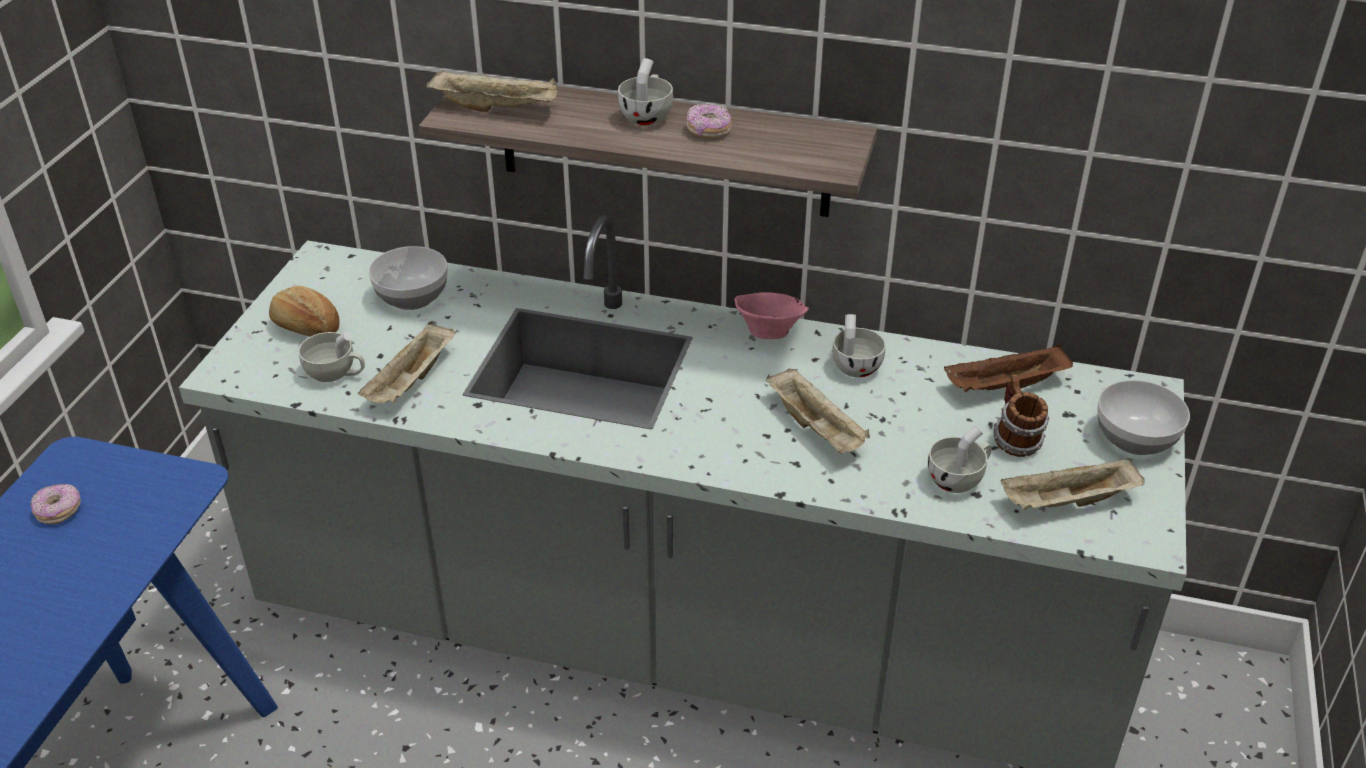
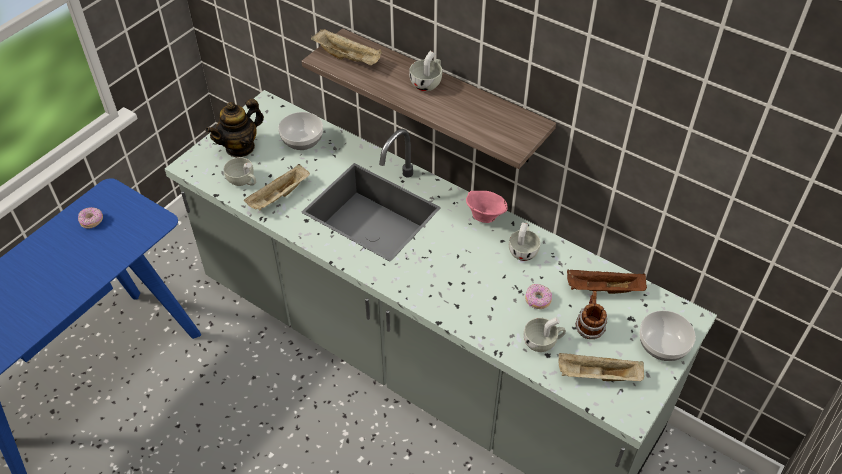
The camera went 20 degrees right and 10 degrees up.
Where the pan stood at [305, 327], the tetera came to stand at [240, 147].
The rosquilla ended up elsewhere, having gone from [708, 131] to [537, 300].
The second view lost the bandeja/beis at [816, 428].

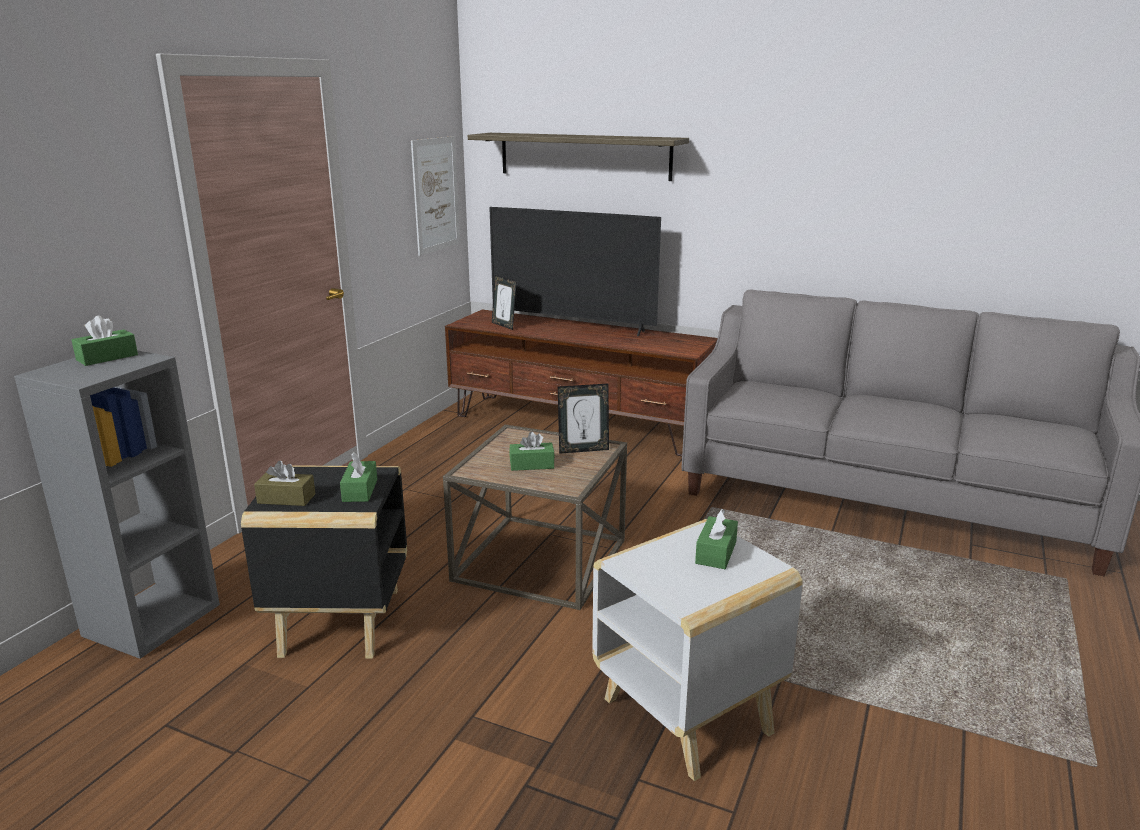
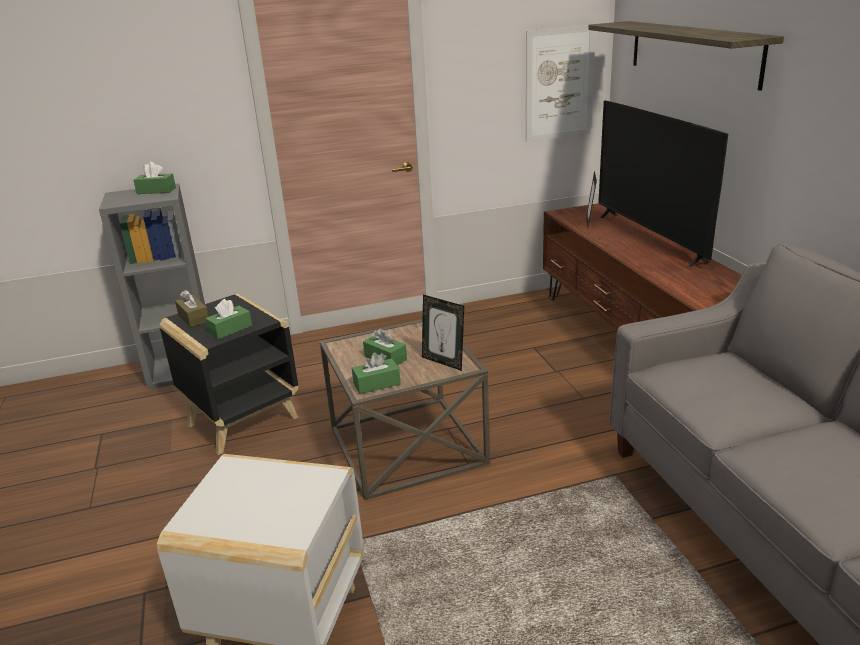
The camera went 50 degrees right and 5 degrees up.
The caja de pañuelos/verde ended up elsewhere, having gone from [716, 552] to [377, 384].

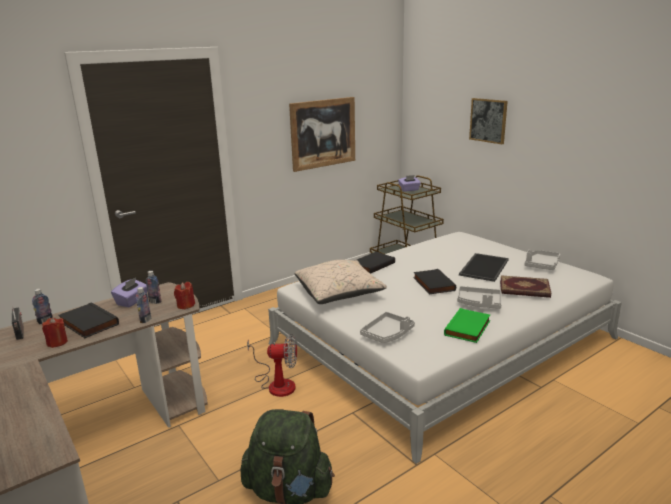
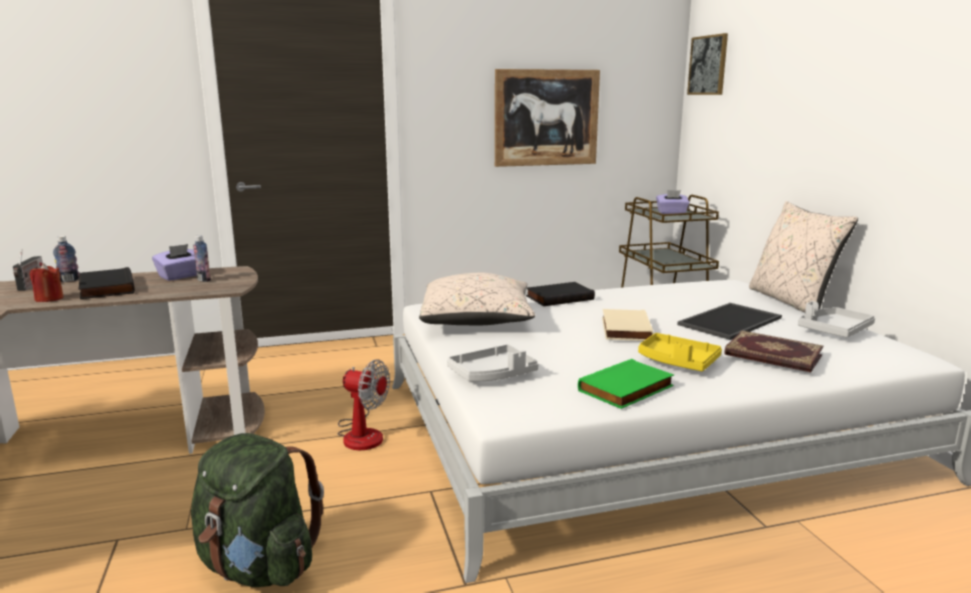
The camera went 20 degrees right and 5 degrees down.
What was the libro/negro at [432, 284] turned into the libro/beis at [624, 329].
What was the bandeja/gris at [479, 303] turned into the bandeja/amarillo at [677, 362].
The cuadro ended up elsewhere, having gone from [488, 120] to [708, 65].
The second view gained the cojín/beis at [791, 301].
The second view lost the botella at [145, 320].
The second view lost the vela/rojo at [186, 305].

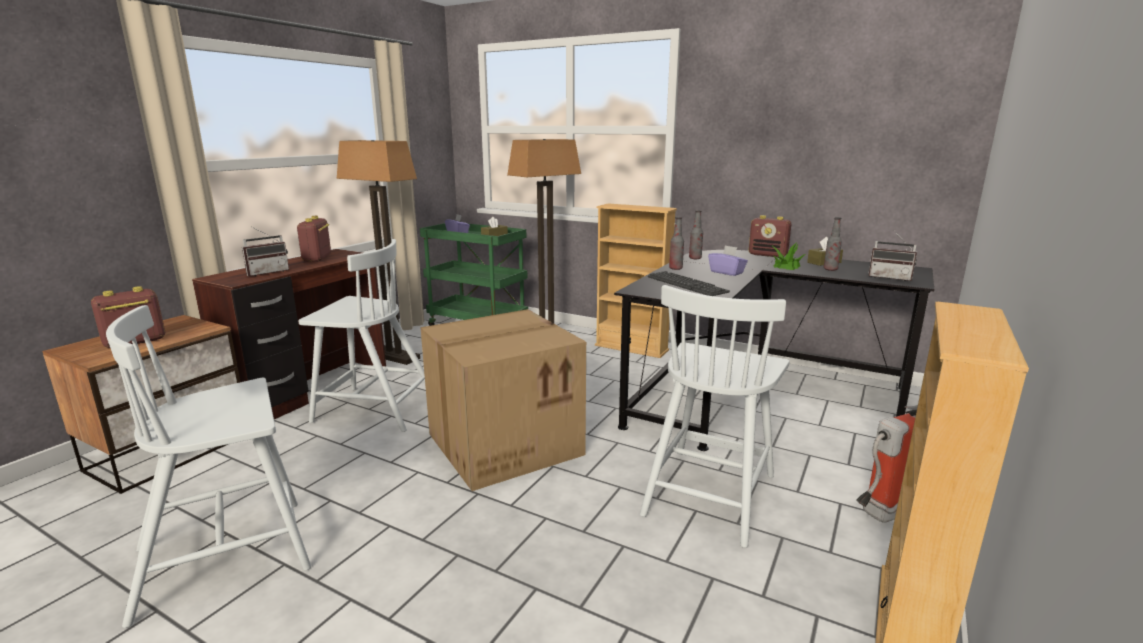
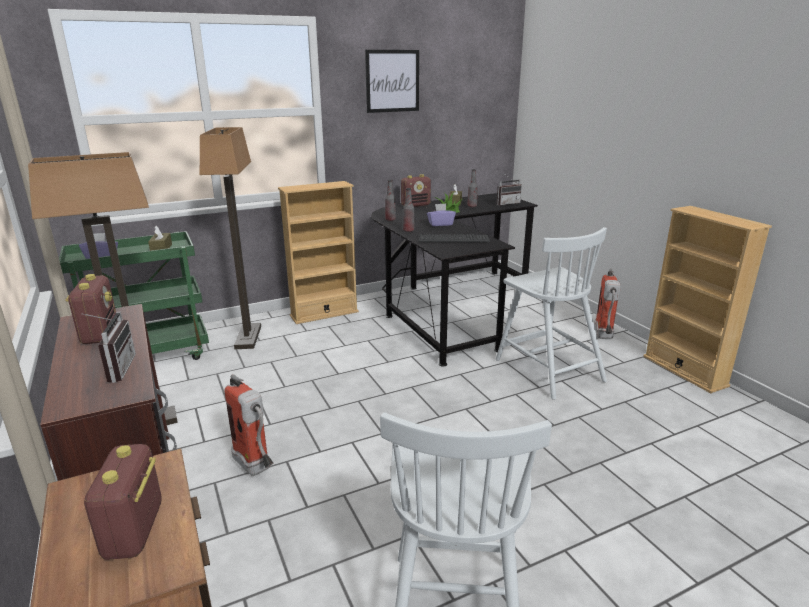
The camera went 55 degrees left and 5 degrees up.
The radio at [317, 259] ended up facing another way, 135 degrees counterclockwise from before.
Where the silla/blanco stood at [374, 409], the extintor came to stand at [256, 468].
The second view gained the cuadro at [392, 81].
The second view lost the caja de cartón at [505, 443].

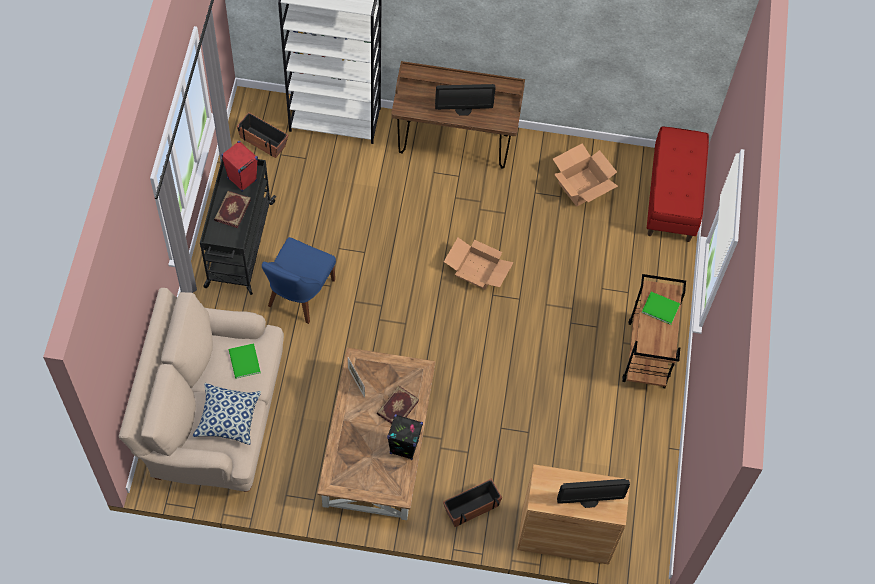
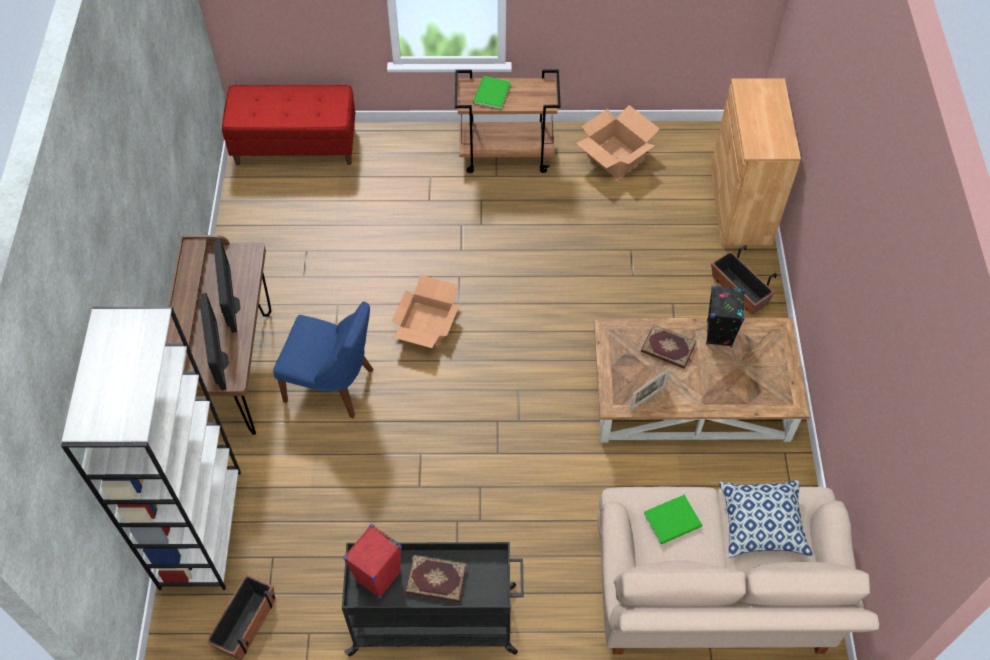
The camera went 95 degrees left and 5 degrees down.
The monitor ended up elsewhere, having gone from [589, 500] to [218, 361].
The silla/azul ended up elsewhere, having gone from [299, 295] to [333, 386].
The caja de cartón ended up elsewhere, having gone from [581, 186] to [615, 157].

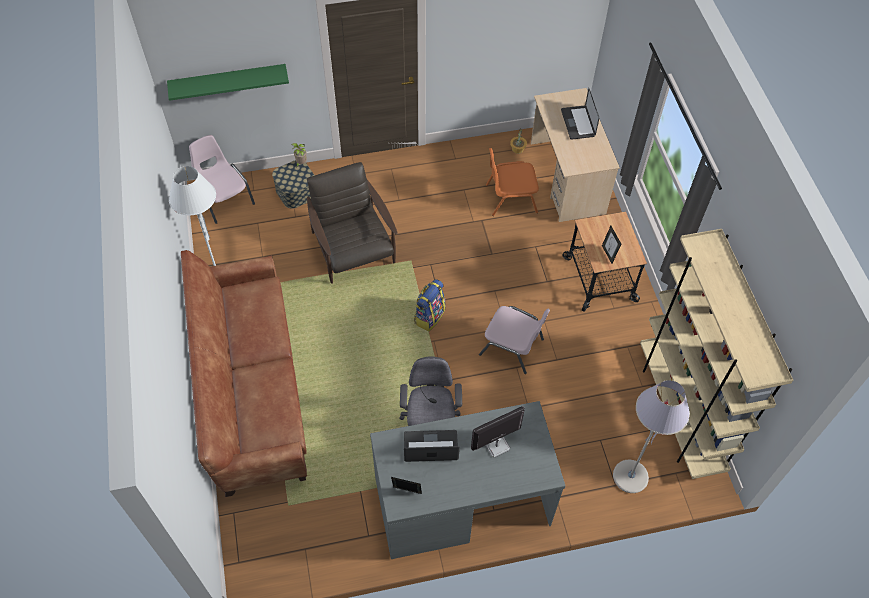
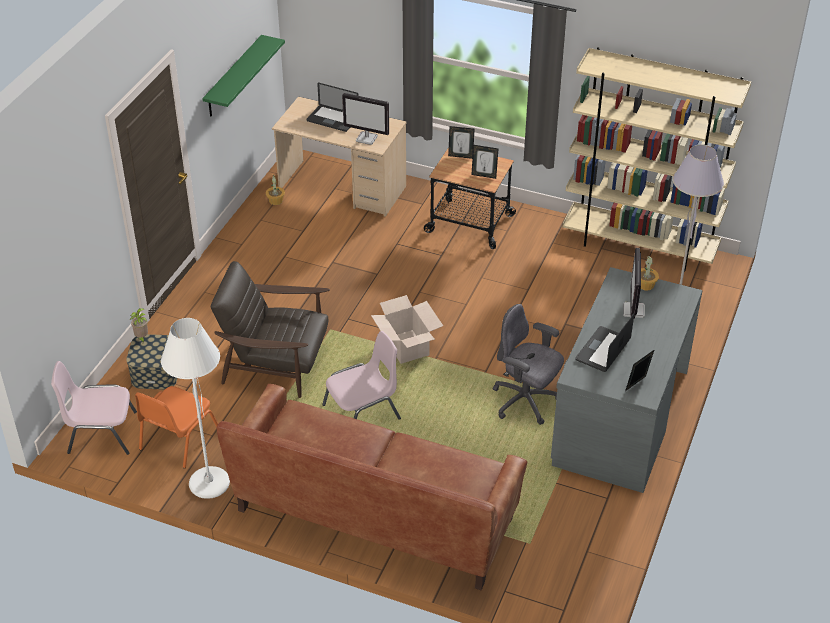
The camera went 55 degrees left and 15 degrees down.
The silla/naranja ended up elsewhere, having gone from [510, 198] to [178, 439].
The estante/verde ended up elsewhere, having gone from [228, 81] to [233, 77].
The silla/rosa ended up elsewhere, having gone from [512, 347] to [363, 412].
The second view gained the monitor at [367, 138].
Where the mochila stood at [429, 316], the caja de cartón came to stand at [406, 347].
The second view gained the portarretratos at [460, 156].
The second view gained the planta en maceta at [645, 285].

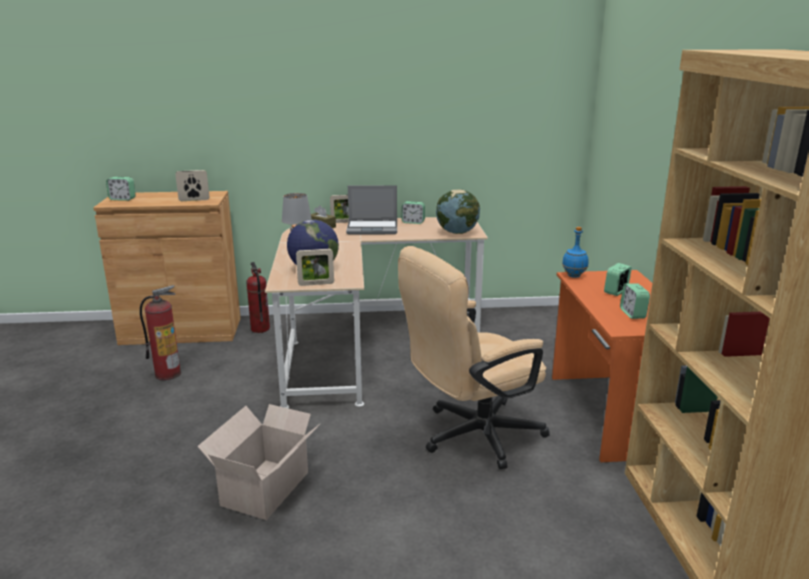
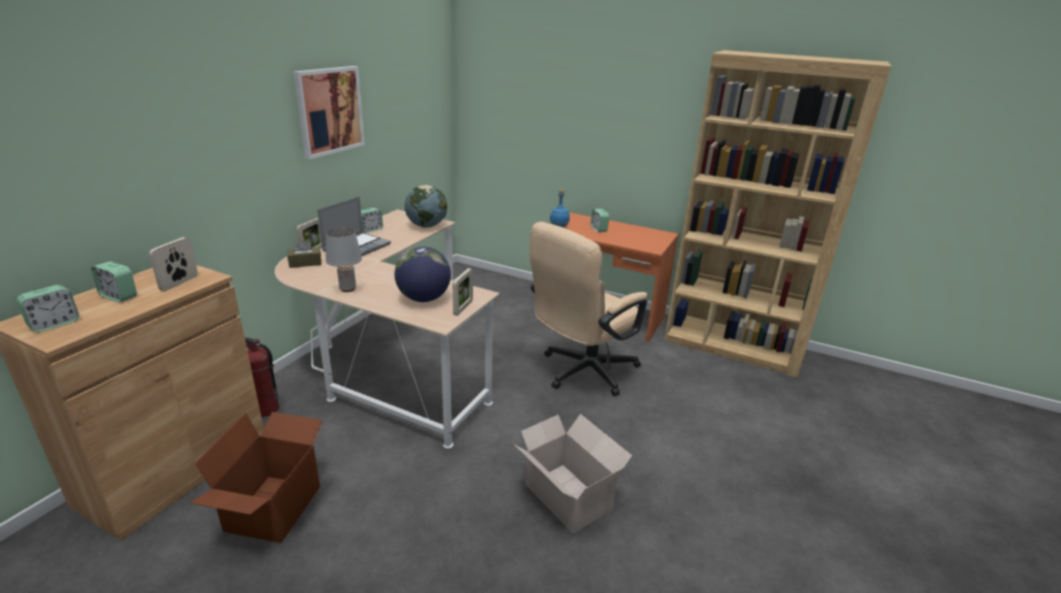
The camera went 60 degrees left and 5 degrees up.
The despertador ended up elsewhere, having gone from [632, 314] to [119, 296].
Where the extintor stood at [168, 373], the caja de cartón came to stand at [275, 509].
The second view gained the cuadro at [329, 111].
The silla de oficina/beis at [471, 436] ended up facing another way, 45 degrees clockwise from before.

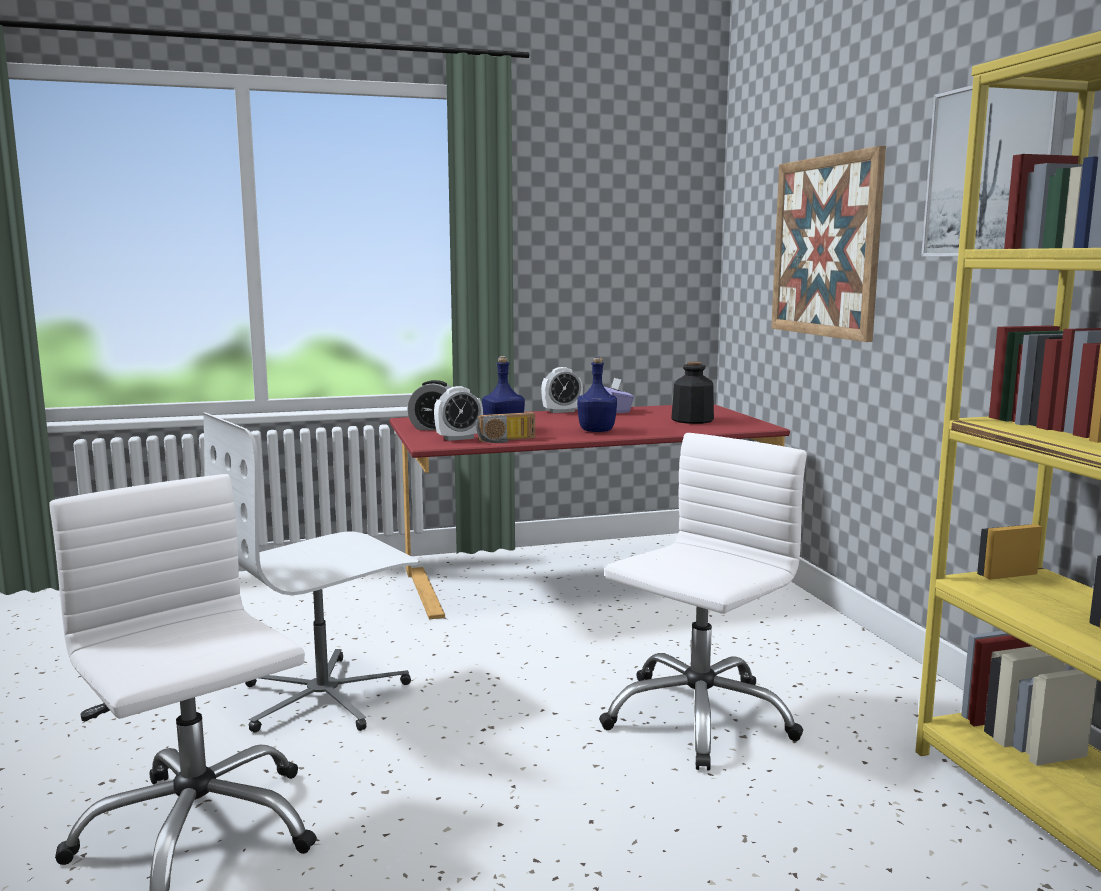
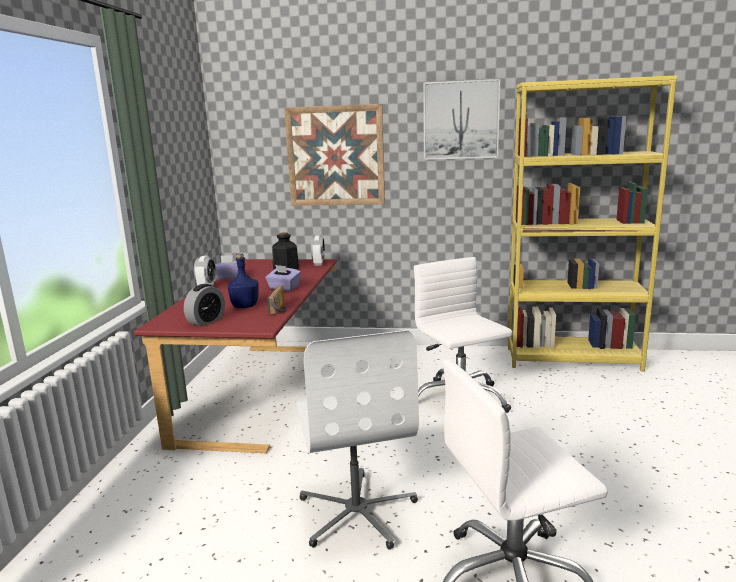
The camera went 65 degrees left and 5 degrees up.
Where the botella/azul stood at [597, 431], the caja de pañuelos/morado came to stand at [284, 288].
The despertador ended up elsewhere, having gone from [459, 438] to [318, 263].

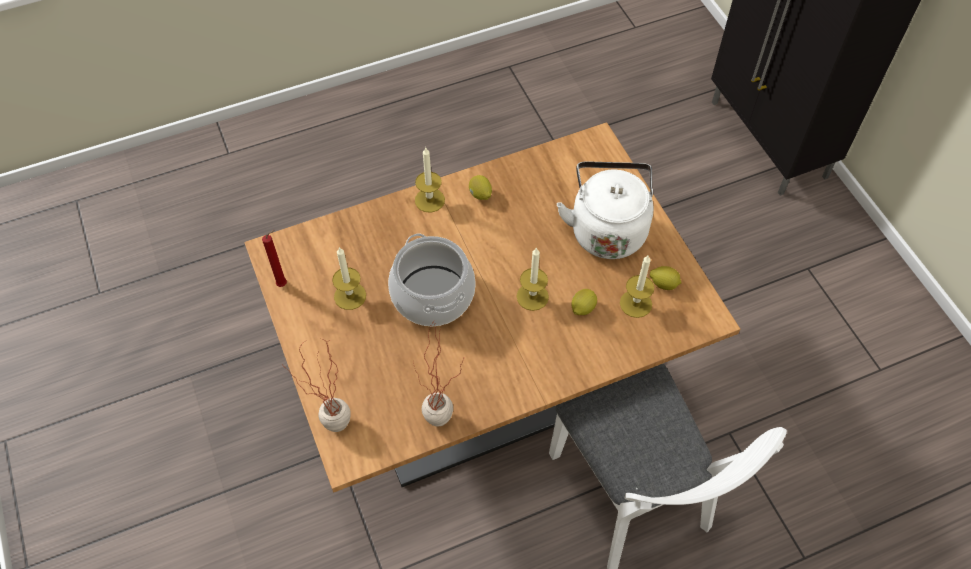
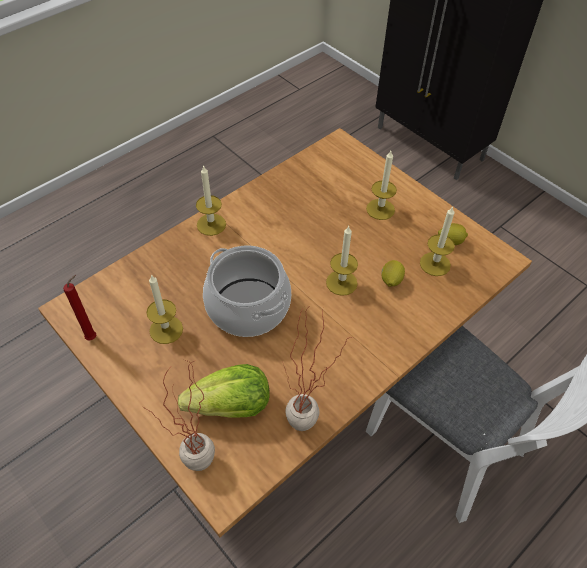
The camera went 20 degrees left and 5 degrees down.
The second view gained the lechuga at [231, 406].
Where the hervidor/blanco stood at [607, 229], the vela came to stand at [380, 209].
The second view lost the limón at [480, 195].

